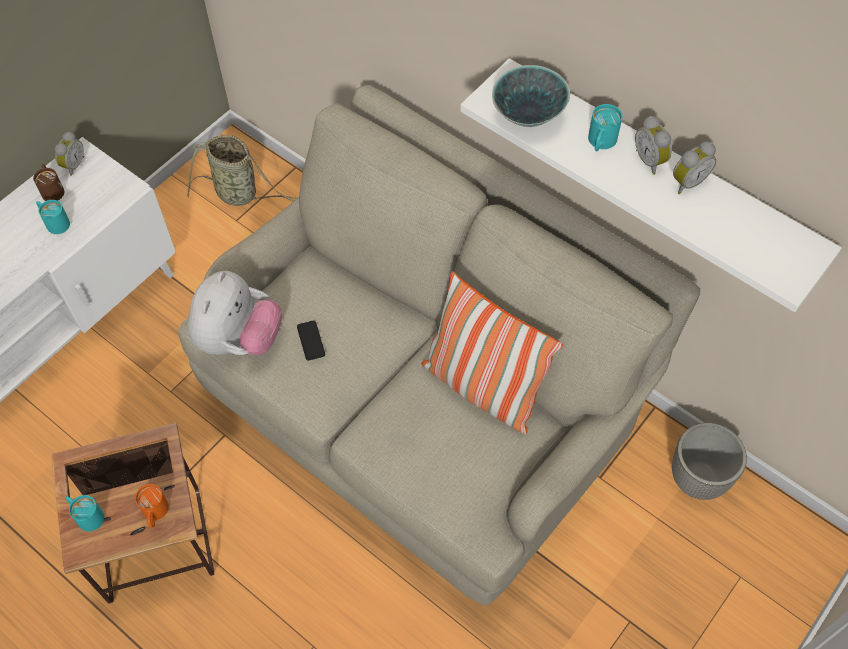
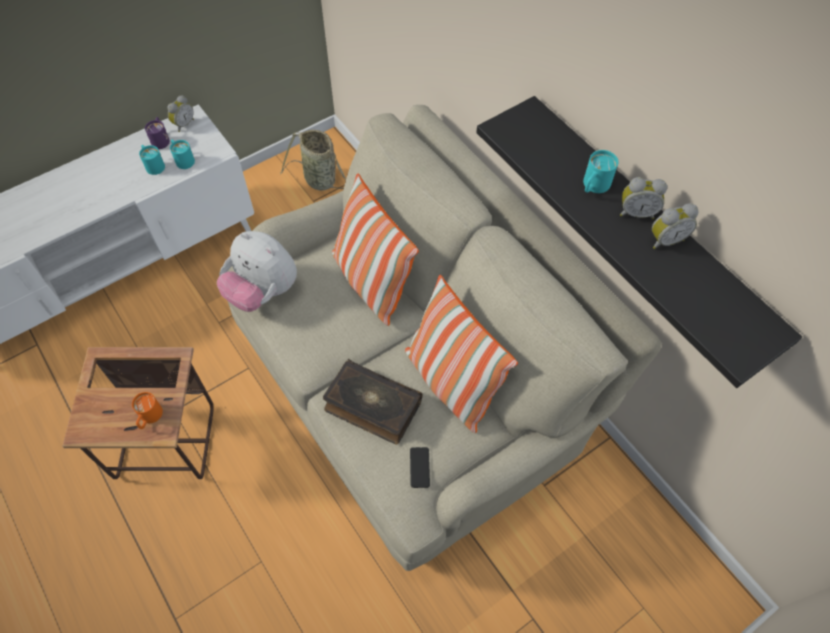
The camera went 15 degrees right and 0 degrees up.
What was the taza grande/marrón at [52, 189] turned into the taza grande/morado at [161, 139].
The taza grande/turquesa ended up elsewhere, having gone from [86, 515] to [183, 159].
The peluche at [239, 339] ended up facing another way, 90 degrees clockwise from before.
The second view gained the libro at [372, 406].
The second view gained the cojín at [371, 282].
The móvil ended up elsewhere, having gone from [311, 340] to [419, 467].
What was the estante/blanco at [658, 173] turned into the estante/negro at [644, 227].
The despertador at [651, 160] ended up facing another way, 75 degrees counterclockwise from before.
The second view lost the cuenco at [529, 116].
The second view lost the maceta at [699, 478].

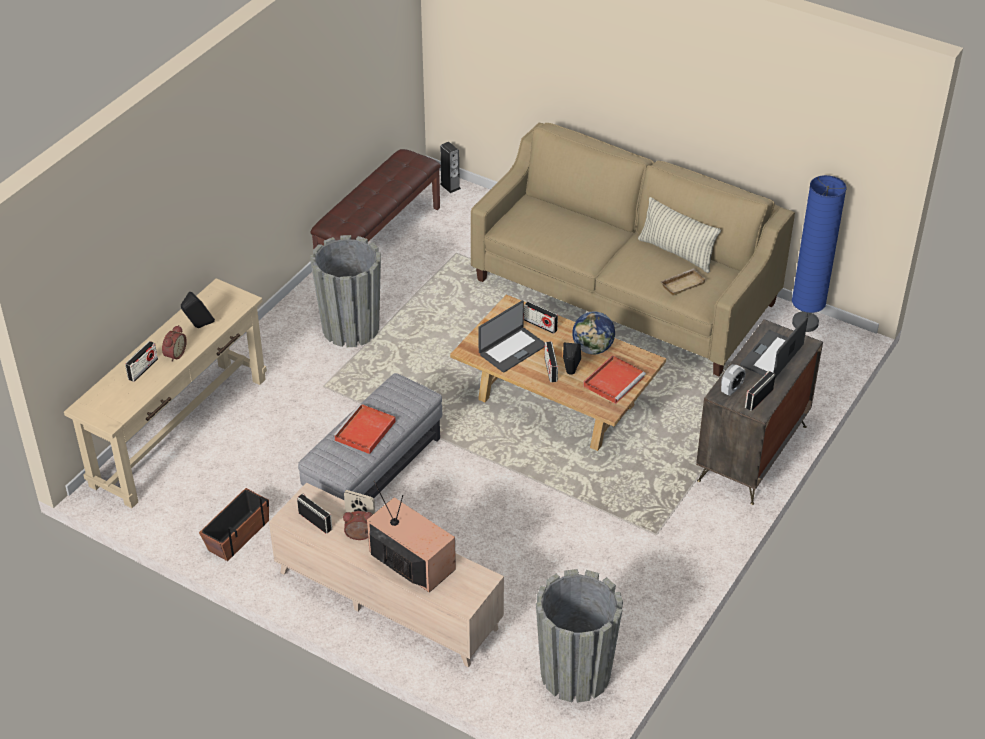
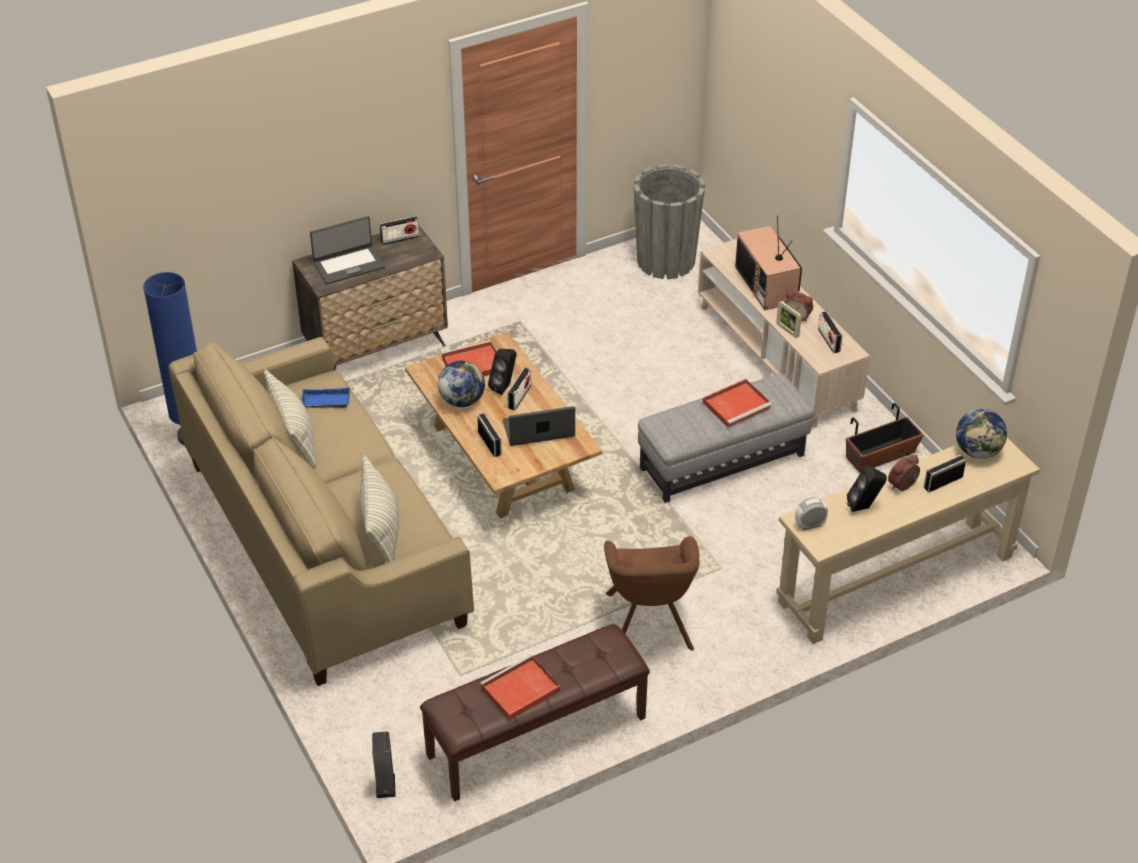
The camera went 150 degrees left and 0 degrees up.
What was the bandeja/beis at [682, 284] turned into the bandeja/azul at [325, 402].
The second view gained the cojín at [381, 531].
The second view gained the bandeja/rojo at [519, 690].
Where the maceta/gris stood at [351, 328], the sillón/marrón came to stand at [649, 625].
The despertador ended up elsewhere, having gone from [731, 389] to [810, 525].
The second view gained the globo terráqueo at [978, 451].

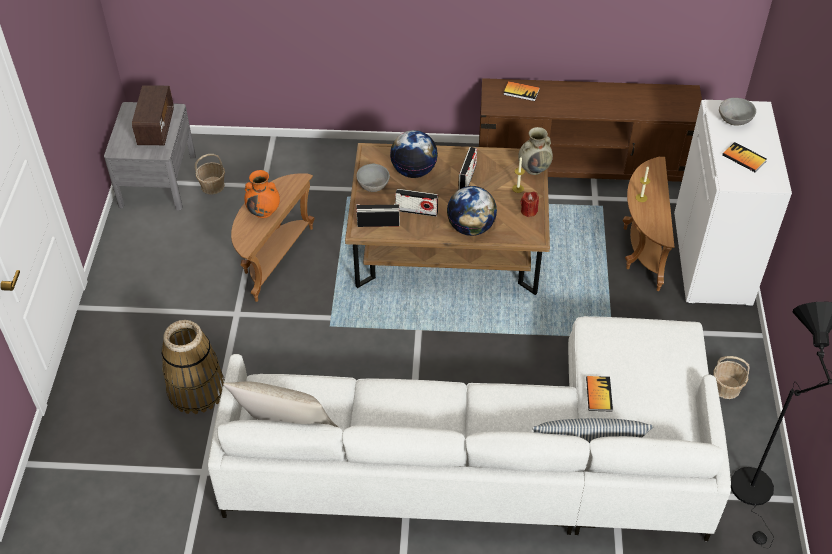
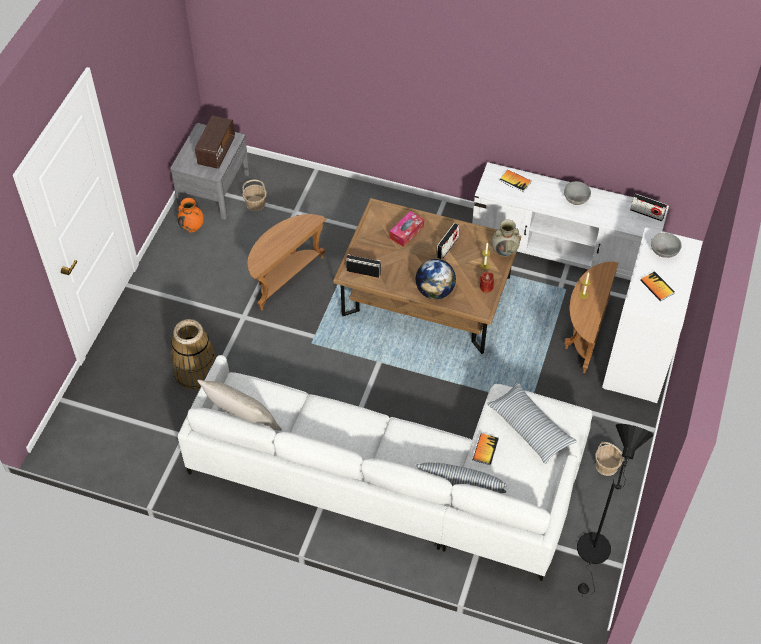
The camera went 15 degrees right and 5 degrees up.
The florero/naranja ended up elsewhere, having gone from [264, 211] to [192, 227].
Where the globo terráqueo stood at [414, 171], the caja de pañuelos came to stand at [406, 232].
What was the mueble de televisión/marrón at [582, 166] turned into the mueble de televisión/blanco at [563, 250].
The second view gained the cojín at [530, 427].
The cuenco/gris ended up elsewhere, having gone from [373, 186] to [576, 199].
The radio ended up elsewhere, having gone from [416, 211] to [646, 213].

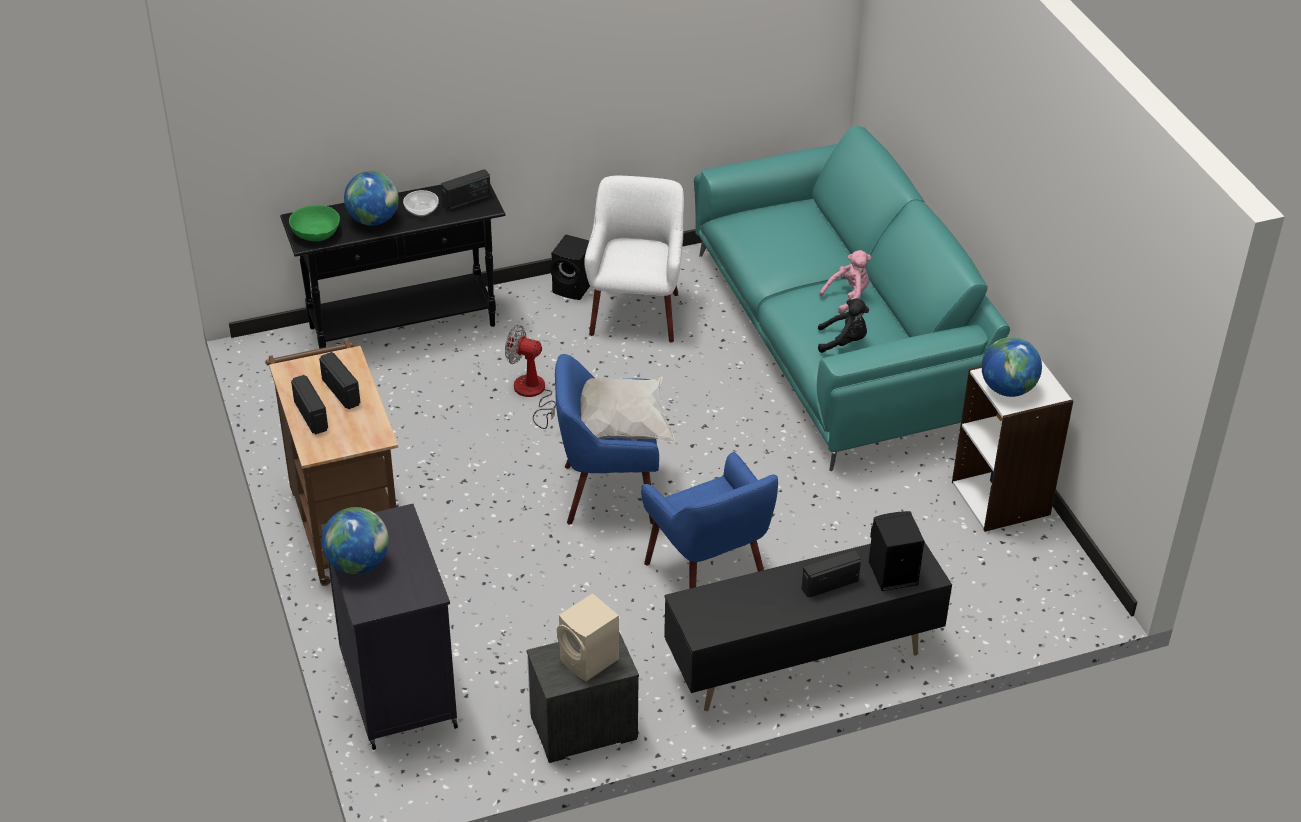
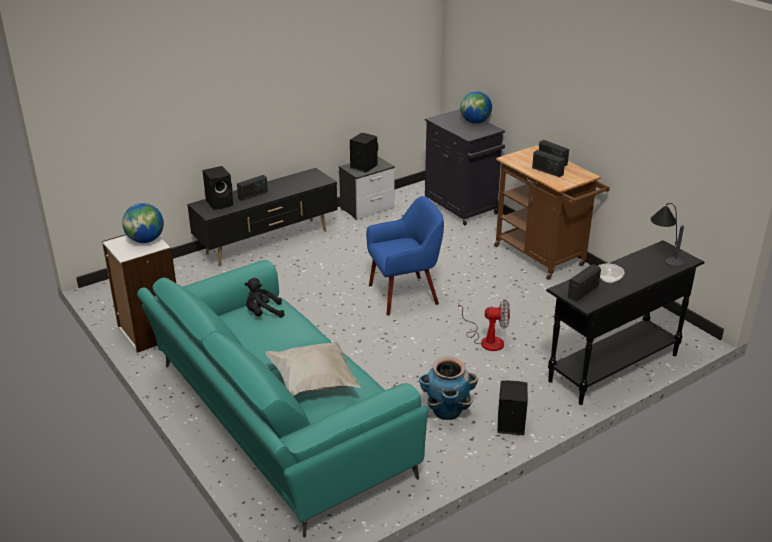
The camera went 165 degrees right and 10 degrees down.
The cojín/blanco ended up elsewhere, having gone from [621, 426] to [314, 384].
What was the altavoz/beis at [590, 661] turned into the altavoz/negro at [363, 166].
Where the sillón/blanco stood at [636, 313], the maceta came to stand at [447, 412].
Where the cuenco/verde stood at [316, 232], the lámpara de mesa came to stand at [664, 253].
The second view lost the globo terráqueo at [373, 220].
The second view lost the sillón/azul at [708, 576].
The second view lost the peluche/rosa at [848, 297].

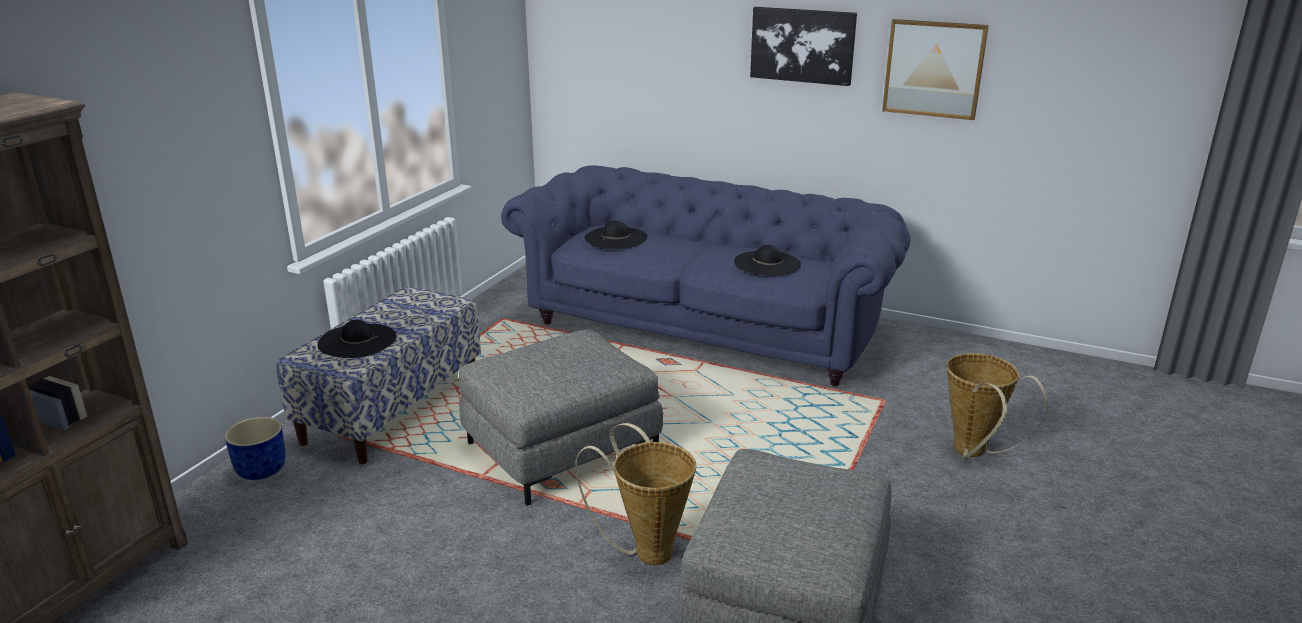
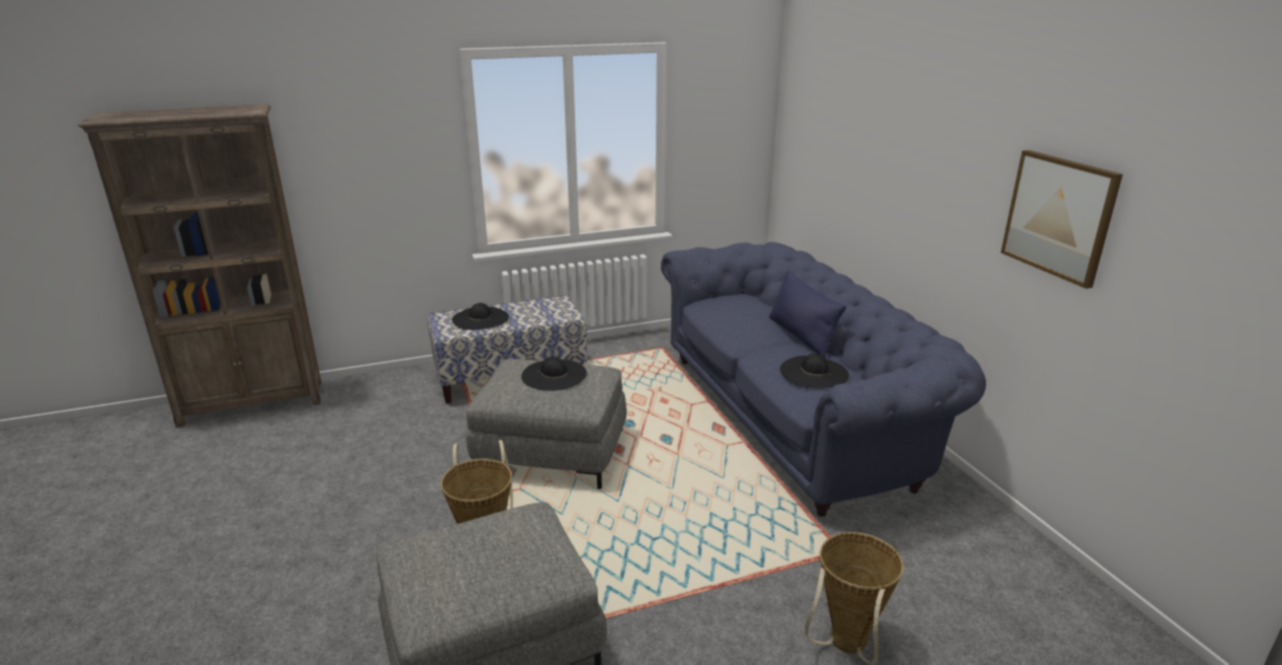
The camera went 45 degrees right and 0 degrees up.
The sombrero/negro ended up elsewhere, having gone from [615, 238] to [554, 375].
The second view gained the cojín/azul at [801, 336].
The second view lost the maceta/azul at [261, 469].
The second view lost the cuadro at [802, 45].

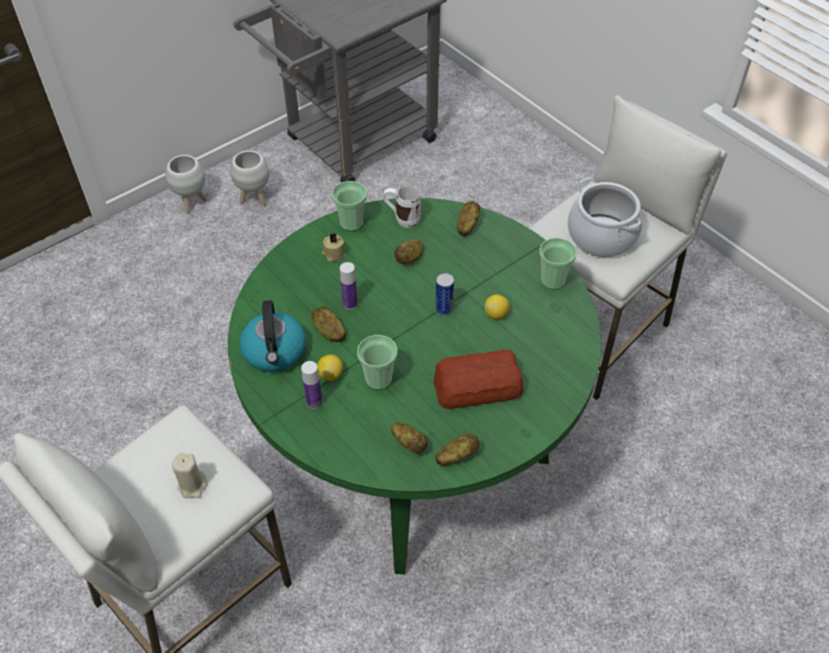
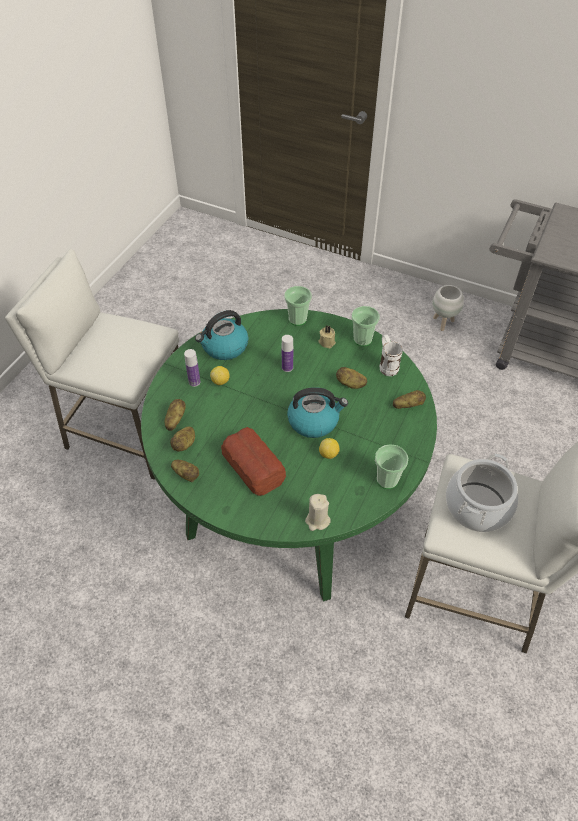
The camera went 65 degrees right and 0 degrees up.
The patata ended up elsewhere, having gone from [329, 332] to [175, 420].
The taza ended up elsewhere, having gone from [378, 379] to [297, 319].
Where the lata stood at [444, 309], the hervidor came to stand at [314, 421].
The vela/beis ended up elsewhere, having gone from [192, 485] to [317, 520].
The second view lost the maceta/blanco at [192, 203].

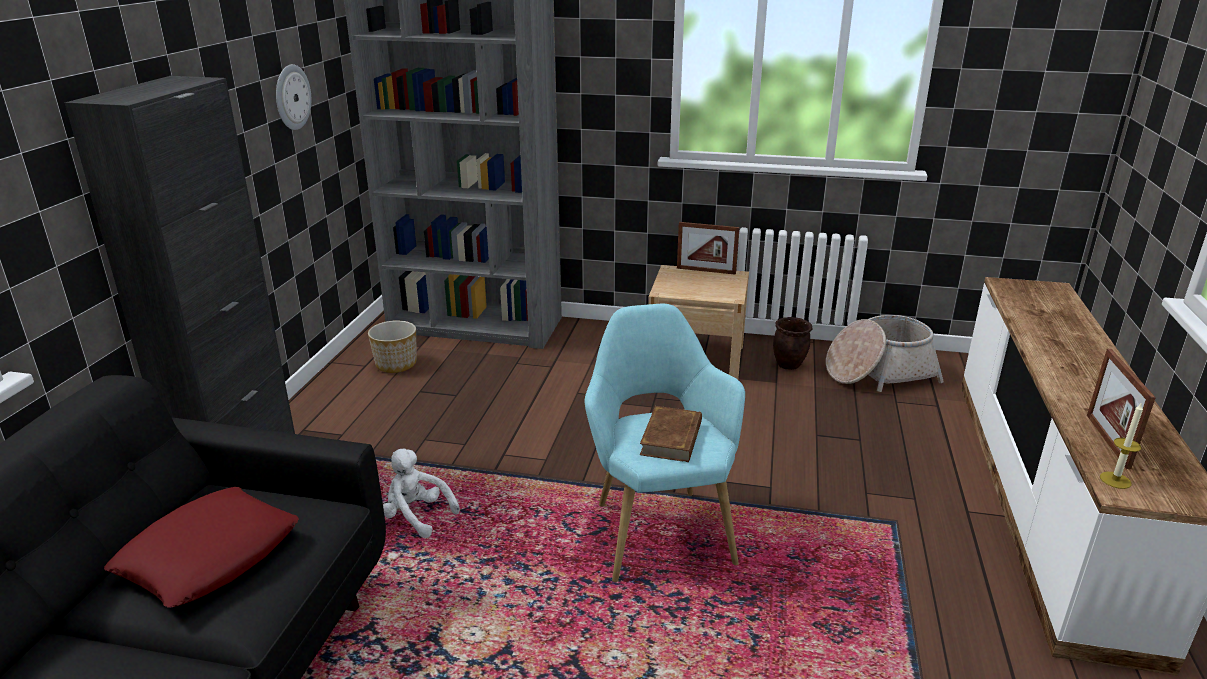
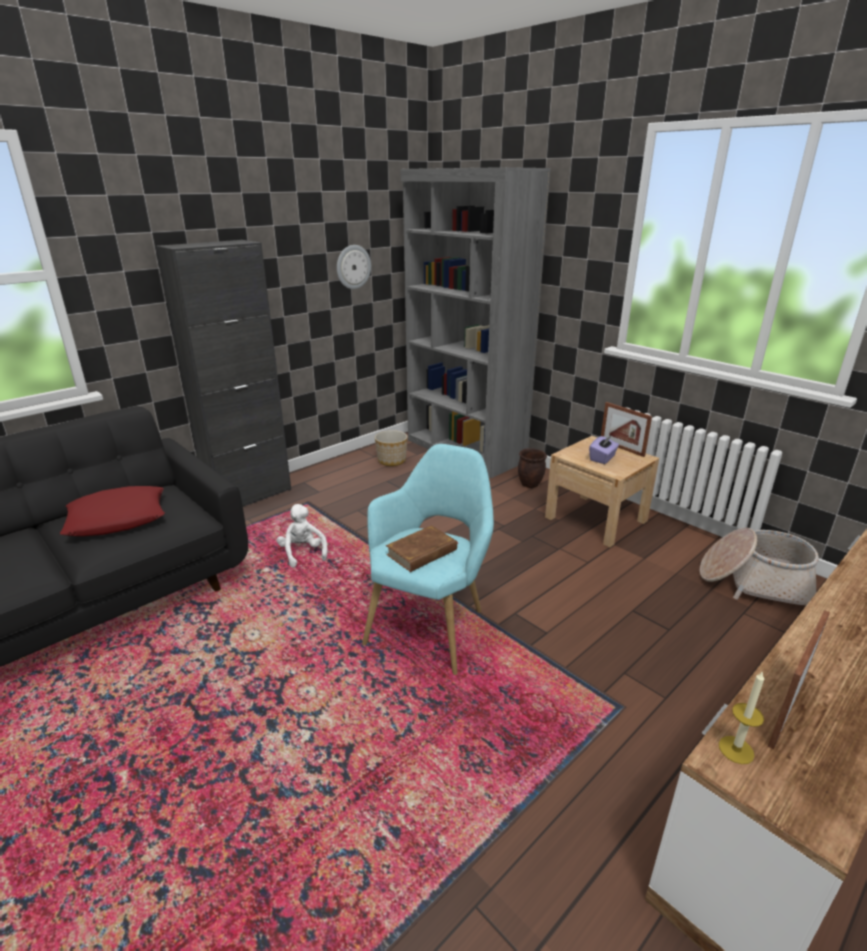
The camera went 35 degrees right and 0 degrees up.
The maceta/marrón ended up elsewhere, having gone from [789, 365] to [529, 485].
The second view gained the caja de pañuelos/morado at [602, 458].

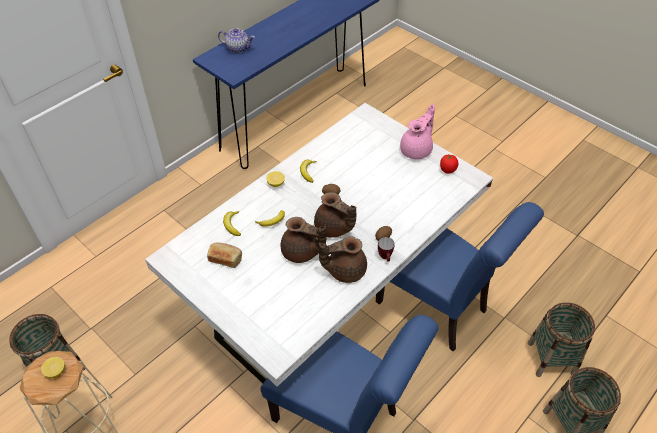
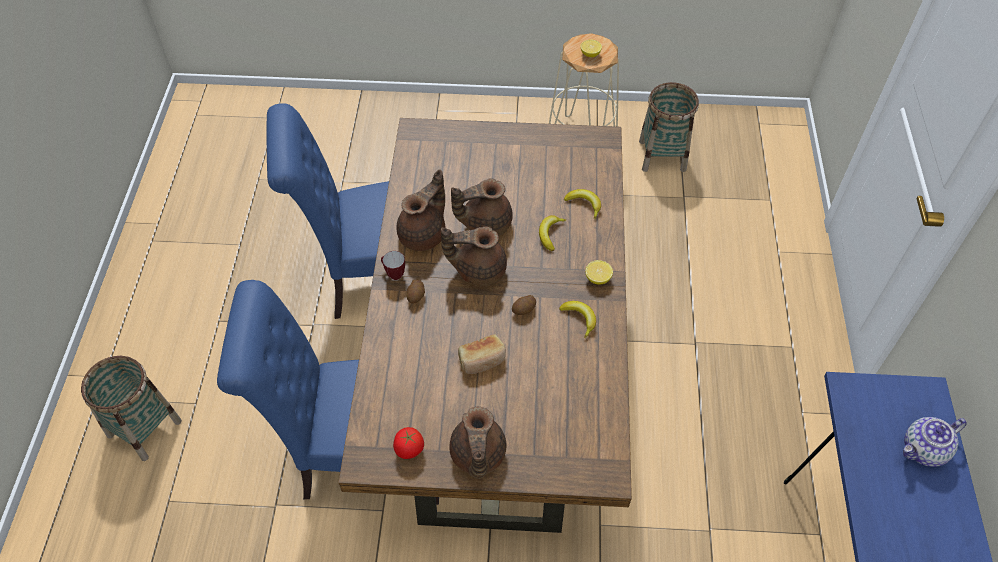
The camera went 140 degrees right and 5 degrees up.
What was the mesa de comedor/blanco at [328, 298] turned into the mesa de comedor/marrón at [498, 380].
What was the tetera/rosa at [417, 150] turned into the tetera/marrón at [477, 456].
The pan ended up elsewhere, having gone from [225, 258] to [482, 360].
The second view lost the cesta at [551, 358].

